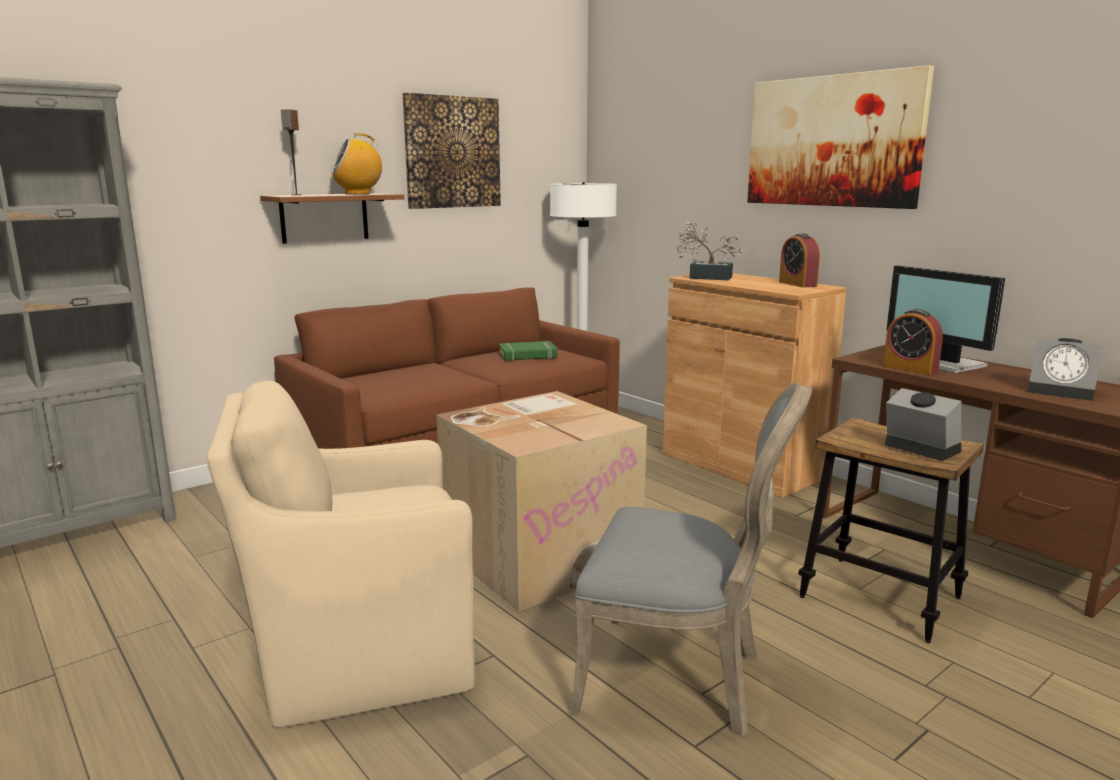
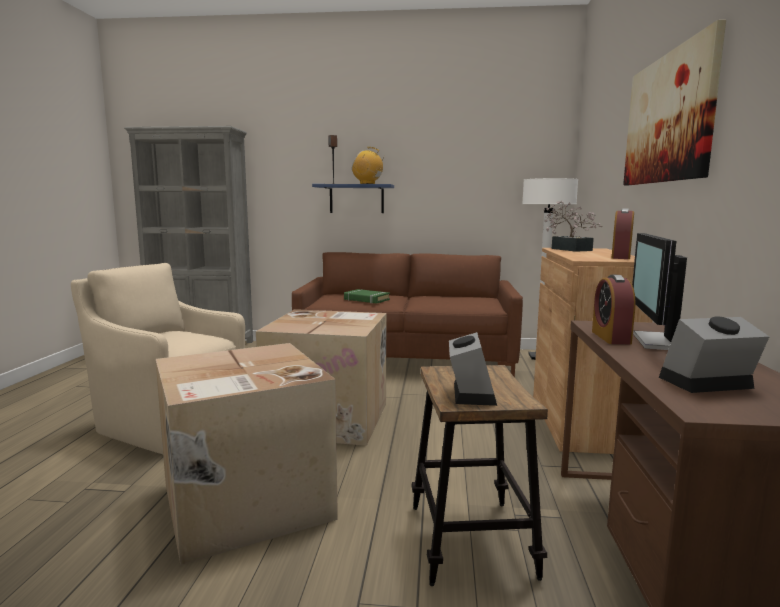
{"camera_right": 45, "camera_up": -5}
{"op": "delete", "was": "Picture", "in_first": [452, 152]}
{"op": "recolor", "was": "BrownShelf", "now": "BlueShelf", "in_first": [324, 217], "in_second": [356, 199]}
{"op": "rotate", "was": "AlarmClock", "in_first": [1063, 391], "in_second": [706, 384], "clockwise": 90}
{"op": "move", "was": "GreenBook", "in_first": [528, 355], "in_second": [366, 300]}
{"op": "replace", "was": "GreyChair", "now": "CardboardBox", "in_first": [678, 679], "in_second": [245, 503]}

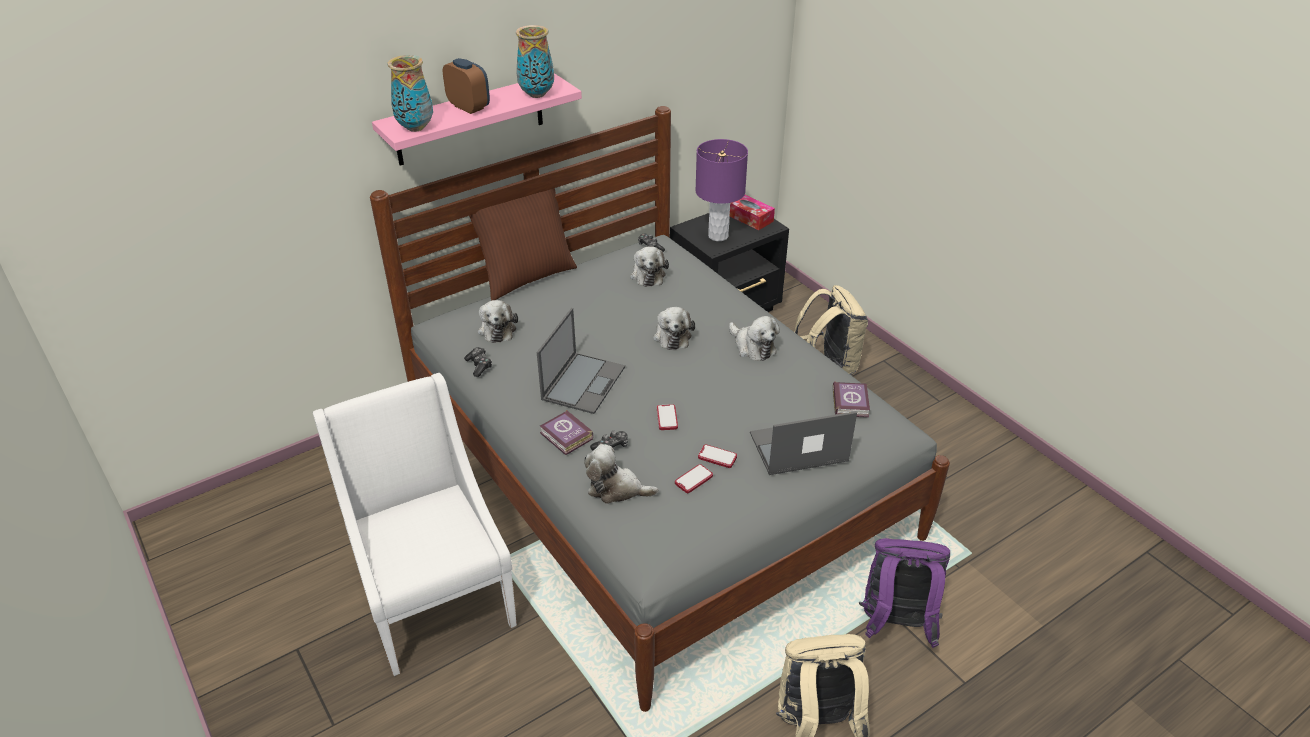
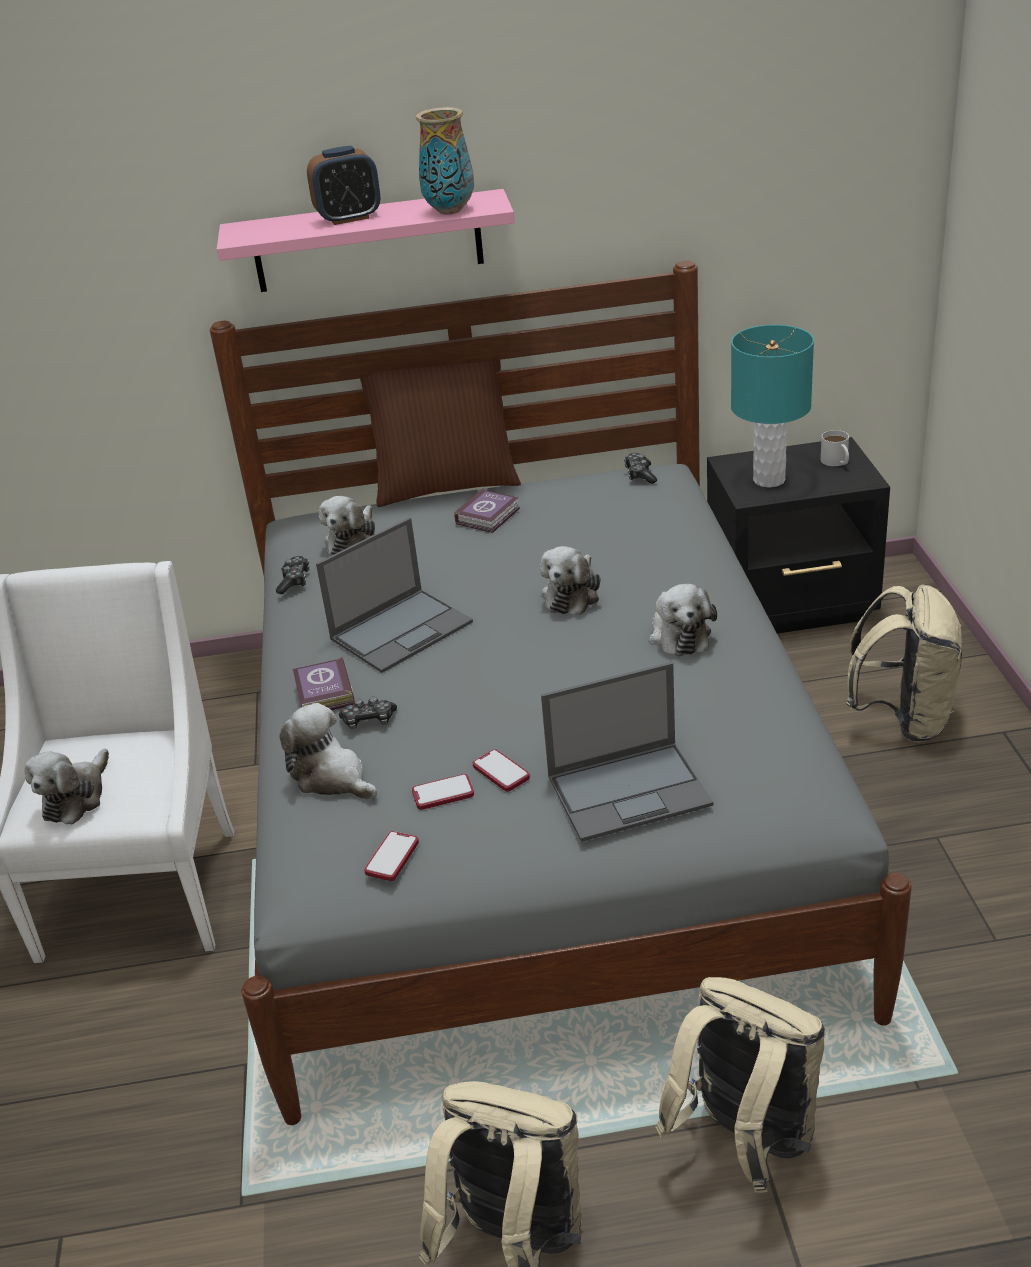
{"camera_right": 30, "camera_up": -5}
{"op": "delete", "was": "Vase", "in_first": [415, 128]}
{"op": "rotate", "was": "AlarmClock", "in_first": [469, 107], "in_second": [349, 218], "clockwise": 90}
{"op": "recolor", "was": "PurpleTableLamp", "now": "TurquoiseTableLamp", "in_first": [718, 236], "in_second": [769, 480]}
{"op": "replace", "was": "TissueBox", "now": "WhiteMug", "in_first": [749, 217], "in_second": [837, 462]}
{"op": "move", "was": "PlushToy", "in_first": [647, 274], "in_second": [76, 797]}
{"op": "move", "was": "Book", "in_first": [851, 402], "in_second": [489, 515]}
{"op": "move", "was": "Phone", "in_first": [667, 418], "in_second": [392, 857]}
{"op": "rotate", "was": "Laptop", "in_first": [797, 448], "in_second": [630, 790], "clockwise": 150}
{"op": "recolor", "was": "PurpleBackpack", "now": "BeigeBackpack", "in_first": [895, 625], "in_second": [745, 1141]}

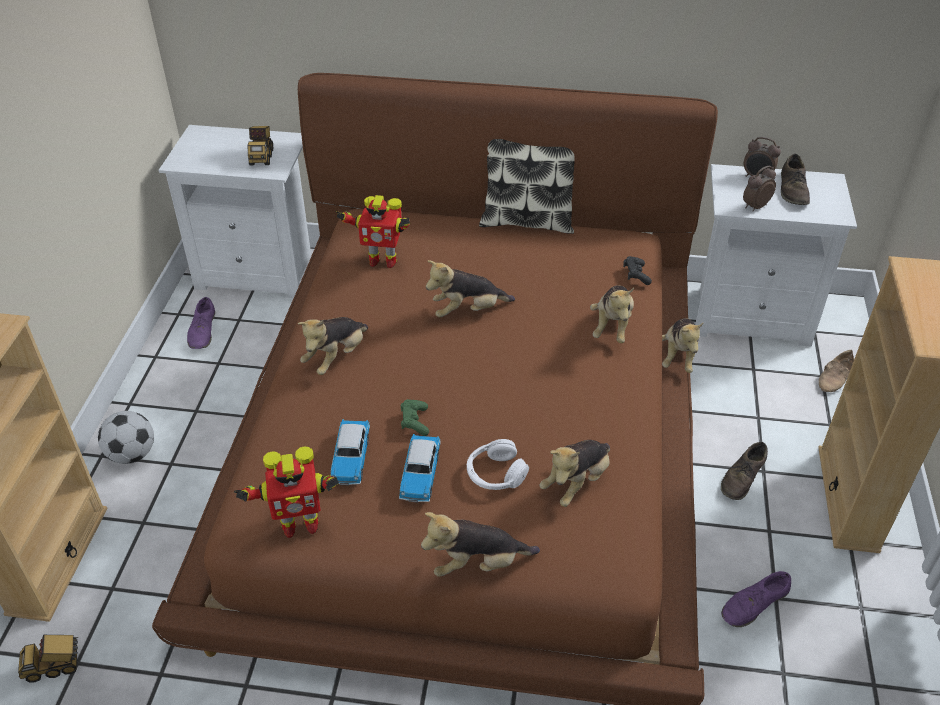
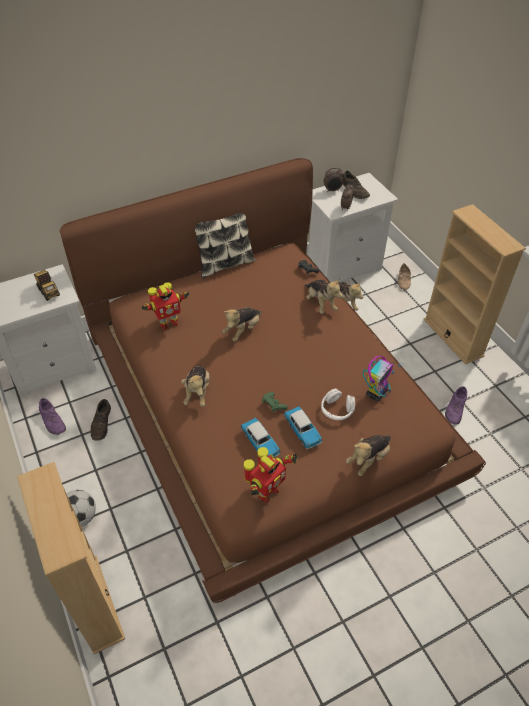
{"camera_right": -35, "camera_up": 5}
{"op": "replace", "was": "PlushToy", "now": "ToyRobot", "in_first": [576, 482], "in_second": [376, 393]}
{"op": "move", "was": "BrownShoe", "in_first": [742, 477], "in_second": [101, 424]}
{"op": "delete", "was": "ToyTruck", "in_first": [55, 666]}

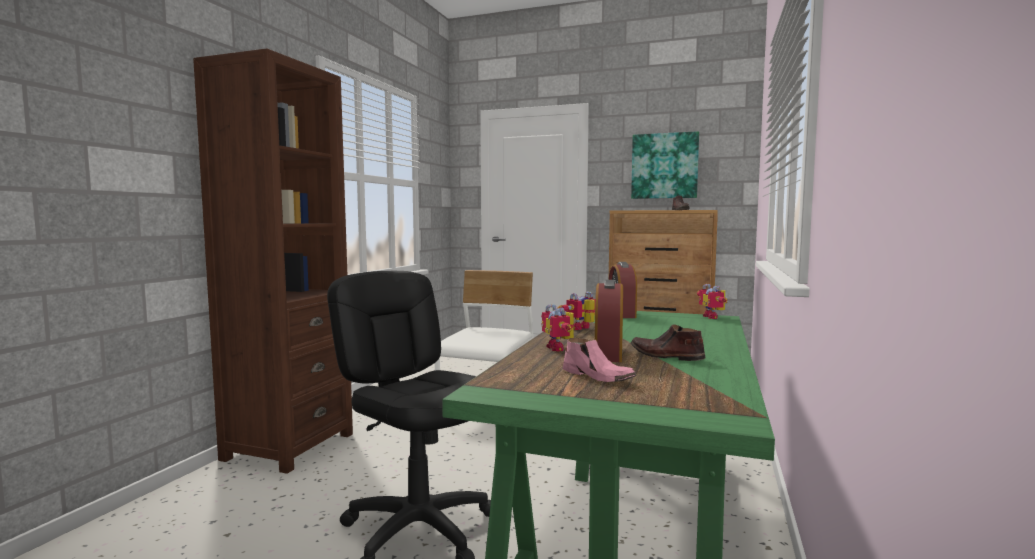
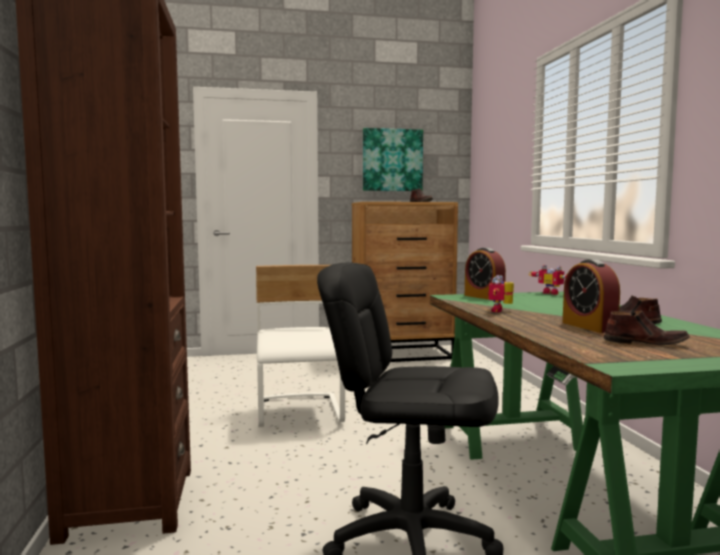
{"camera_right": -30, "camera_up": 0}
{"op": "delete", "was": "ToyRobot", "in_first": [559, 348]}
{"op": "recolor", "was": "PinkShoe", "now": "BrownShoe", "in_first": [598, 377], "in_second": [645, 343]}

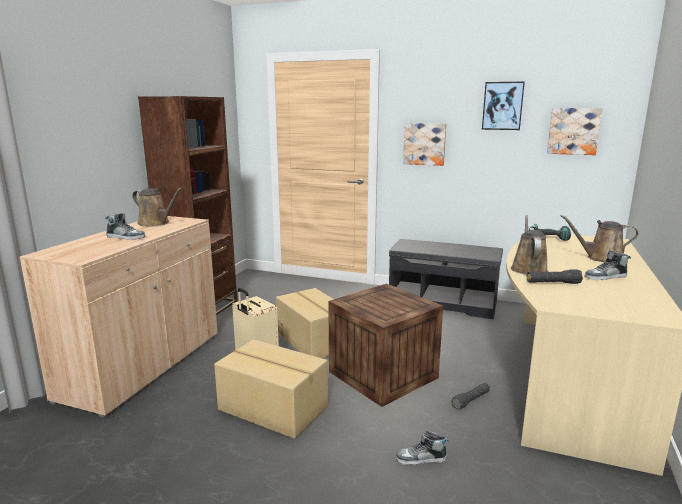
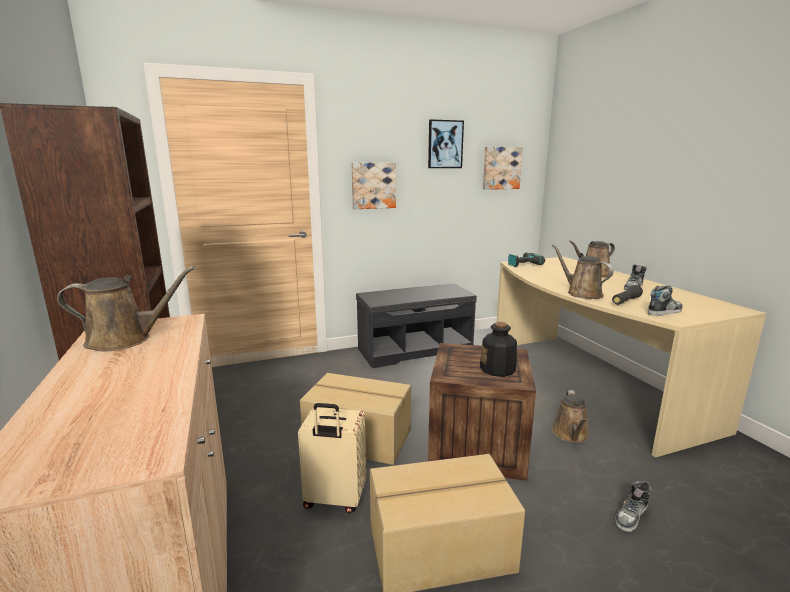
{"camera_right": -40, "camera_up": 0}
{"op": "move", "was": "Shoe", "in_first": [126, 237], "in_second": [664, 312]}
{"op": "replace", "was": "BlackFlashlight", "now": "BrownWateringCan", "in_first": [471, 400], "in_second": [571, 435]}
{"op": "insert", "now": "Bottle", "in_second": [498, 369]}

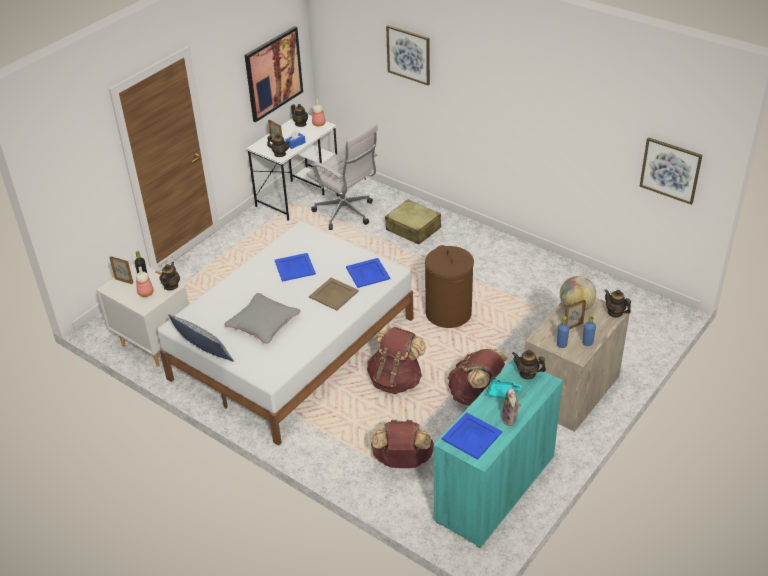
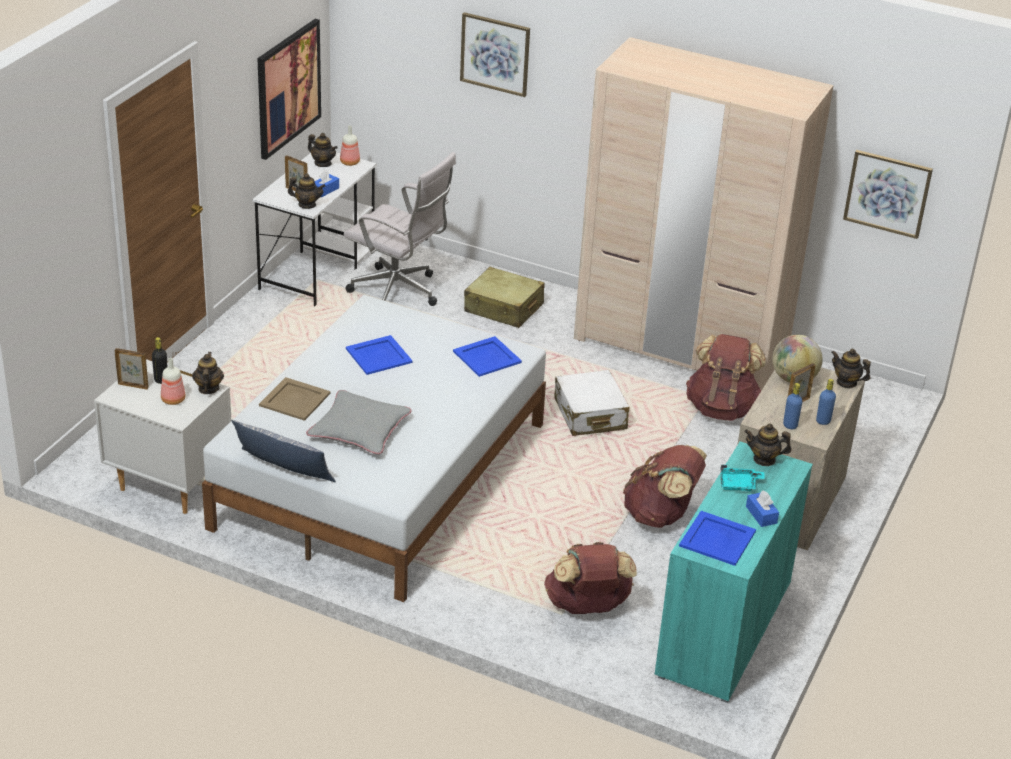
{"camera_right": -15, "camera_up": -5}
{"op": "replace", "was": "BrownLaundryBasket", "now": "WhiteSuitcase", "in_first": [448, 313], "in_second": [590, 414]}
{"op": "move", "was": "BeigeTray", "in_first": [334, 294], "in_second": [295, 400]}
{"op": "move", "was": "BrownBackpack", "in_first": [396, 380], "in_second": [722, 408]}
{"op": "replace", "was": "PlushToy", "now": "BlueTissueBox", "in_first": [510, 419], "in_second": [761, 515]}
{"op": "insert", "now": "BeigeWardrobe", "in_second": [680, 346]}

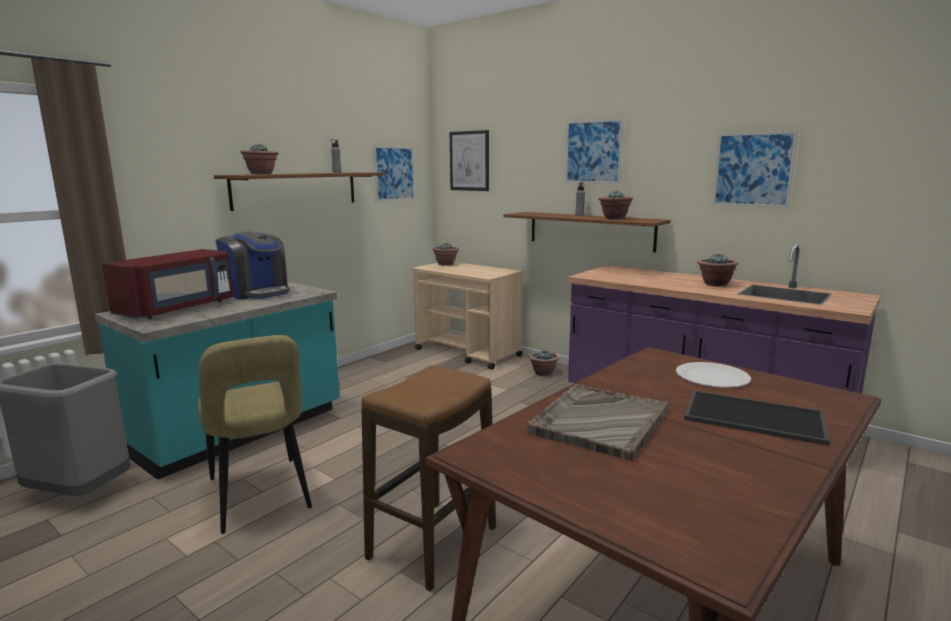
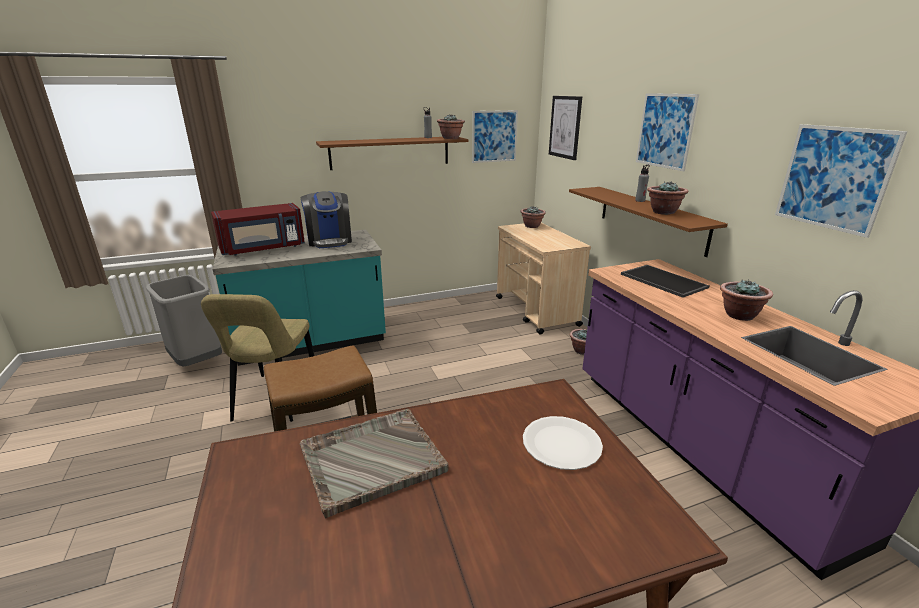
{"camera_right": 30, "camera_up": 10}
{"op": "move", "was": "PottedPlant", "in_first": [261, 174], "in_second": [451, 138]}
{"op": "move", "was": "Tray", "in_first": [752, 417], "in_second": [661, 281]}

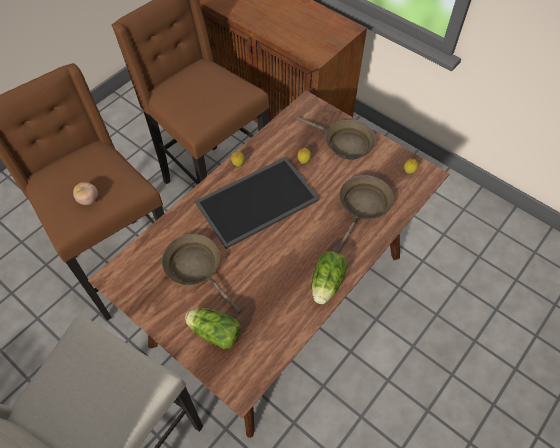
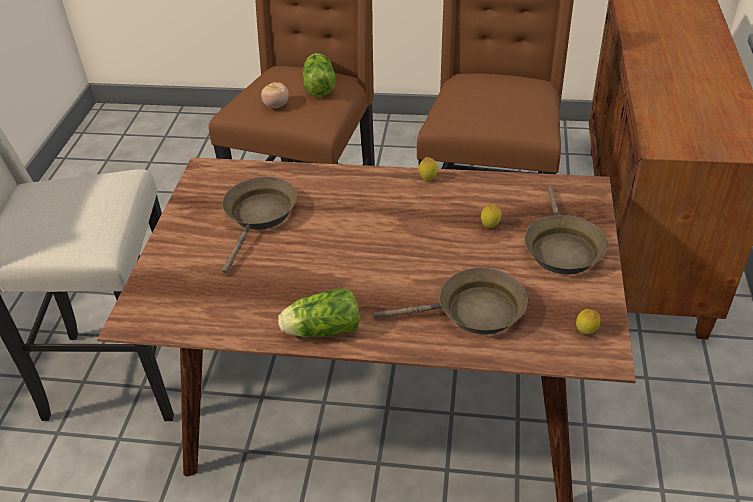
{"camera_right": 60, "camera_up": -15}
{"op": "delete", "was": "Tray", "in_first": [257, 200]}
{"op": "move", "was": "Lettuce", "in_first": [213, 331], "in_second": [319, 86]}

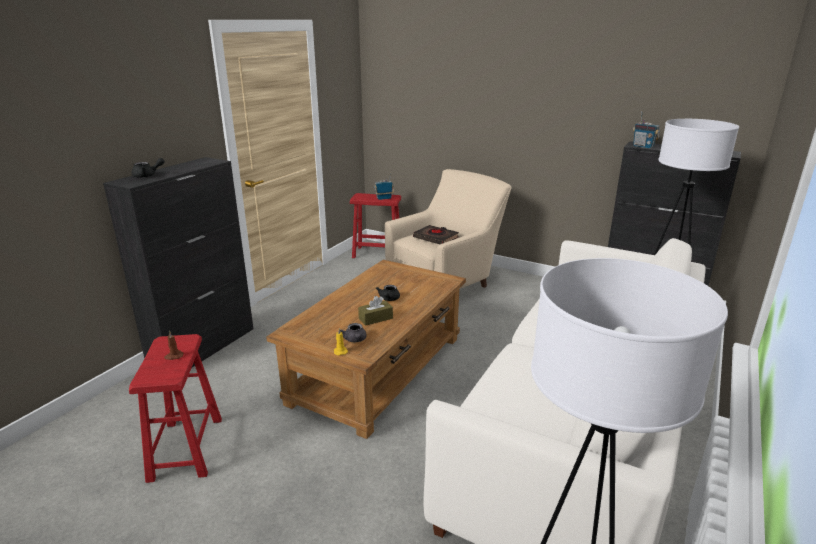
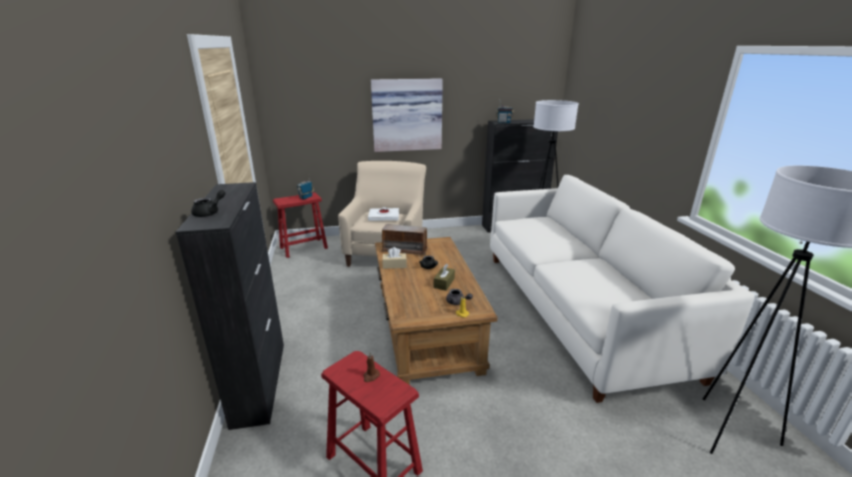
{"camera_right": -40, "camera_up": 0}
{"op": "recolor", "was": "BlackBook", "now": "WhiteBook", "in_first": [436, 238], "in_second": [384, 217]}
{"op": "insert", "now": "Picture", "in_second": [407, 115]}
{"op": "insert", "now": "Radio", "in_second": [405, 250]}
{"op": "insert", "now": "BeigeTissueBox", "in_second": [394, 265]}

